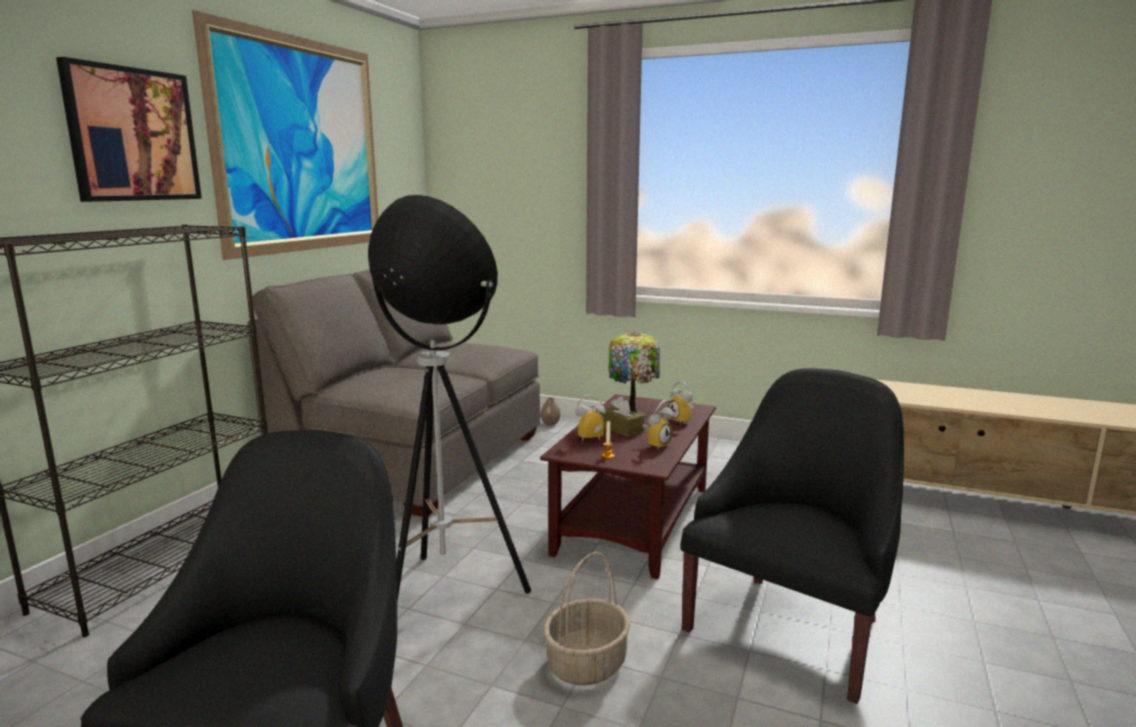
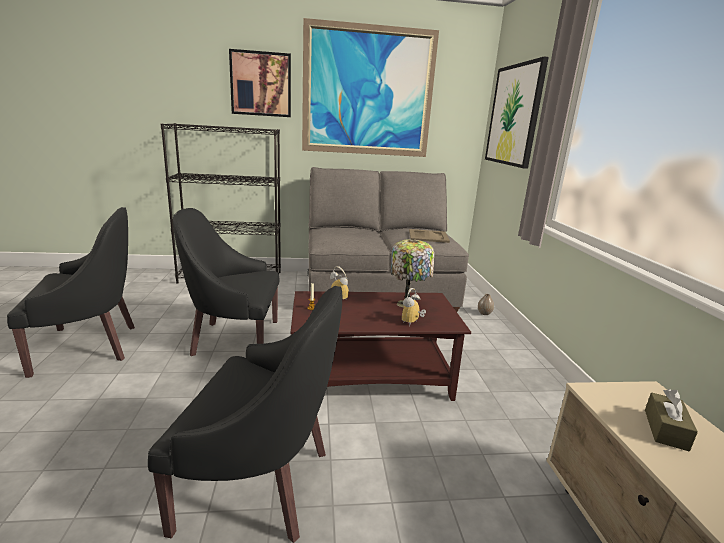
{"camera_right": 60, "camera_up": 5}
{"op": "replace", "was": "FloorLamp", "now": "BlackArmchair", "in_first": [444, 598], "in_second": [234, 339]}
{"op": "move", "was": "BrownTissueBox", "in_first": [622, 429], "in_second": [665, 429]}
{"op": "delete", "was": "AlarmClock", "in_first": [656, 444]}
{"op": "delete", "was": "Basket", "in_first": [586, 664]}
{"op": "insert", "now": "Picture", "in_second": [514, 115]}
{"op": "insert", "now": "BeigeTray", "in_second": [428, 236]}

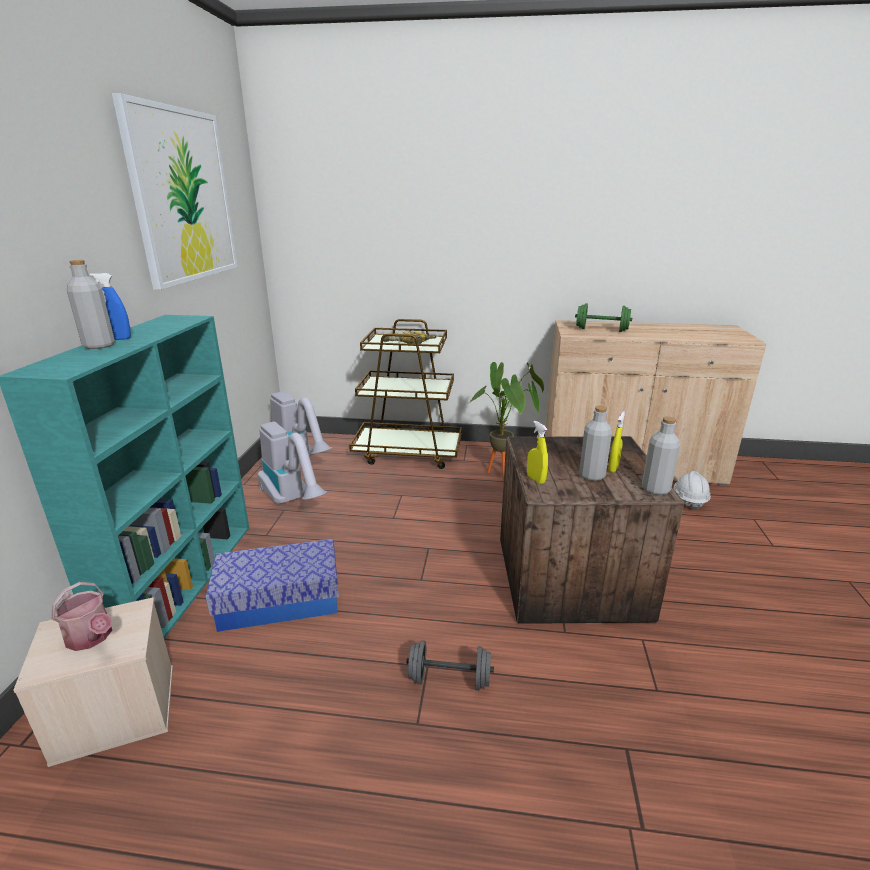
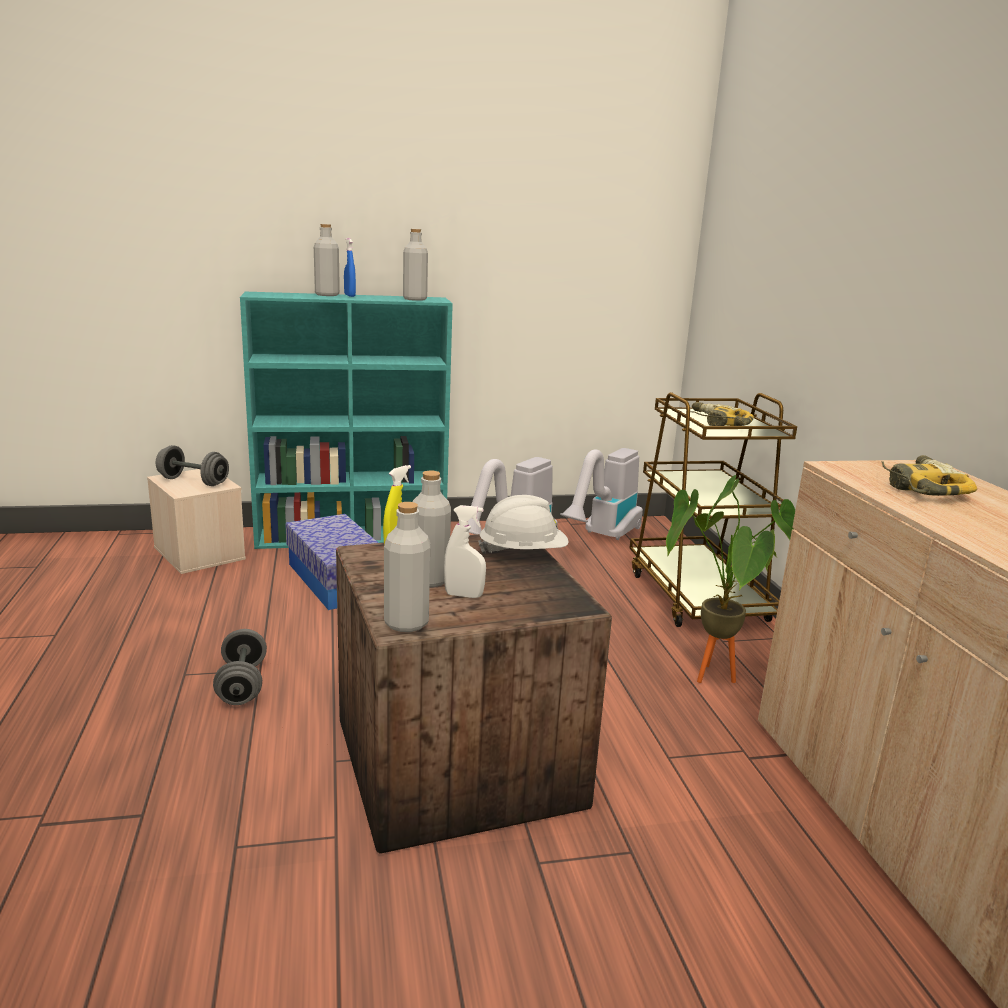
{"camera_right": 70, "camera_up": -5}
{"op": "delete", "was": "Picture", "in_first": [182, 196]}
{"op": "replace", "was": "GreenDumbbell", "now": "PowerDrill", "in_first": [601, 330], "in_second": [917, 487]}
{"op": "recolor", "was": "YellowSprayBottle", "now": "WhiteSprayBottle", "in_first": [613, 468], "in_second": [464, 595]}
{"op": "move", "was": "WhiteHardHat", "in_first": [689, 500], "in_second": [523, 553]}
{"op": "replace", "was": "WateringCan", "now": "GreyDumbbell", "in_first": [92, 638], "in_second": [193, 481]}
{"op": "insert", "now": "GreyBottle", "in_second": [415, 299]}

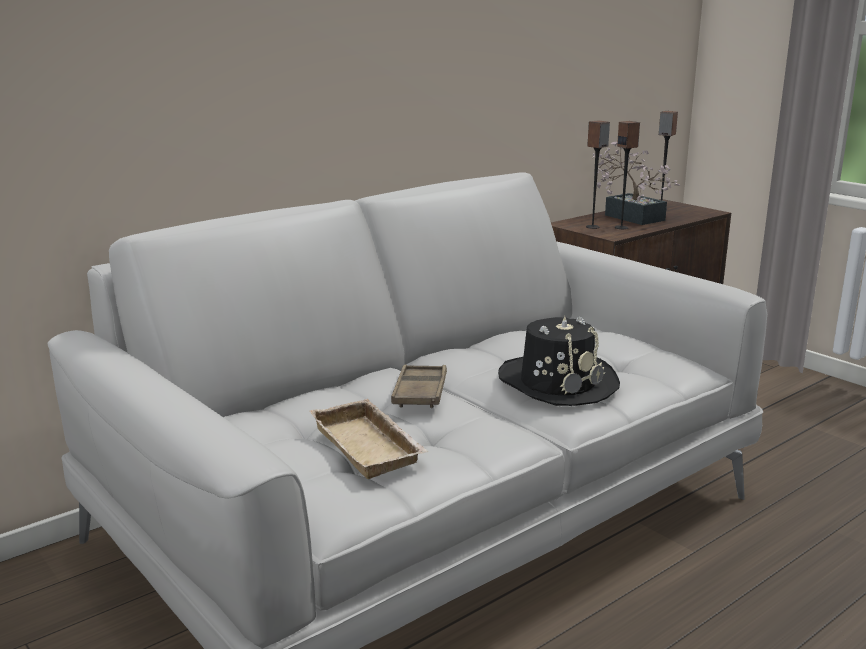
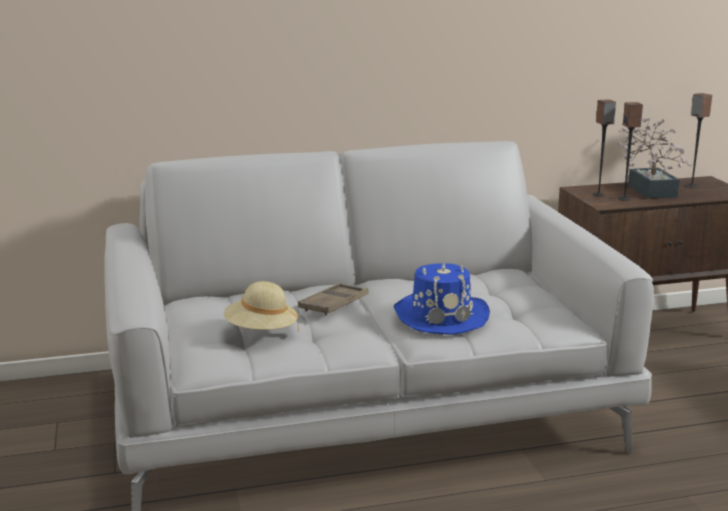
{"camera_right": 25, "camera_up": 0}
{"op": "recolor", "was": "BlackHat", "now": "BlueHat", "in_first": [557, 382], "in_second": [441, 316]}
{"op": "replace", "was": "BeigeTray", "now": "BeigeHat", "in_first": [371, 446], "in_second": [261, 332]}

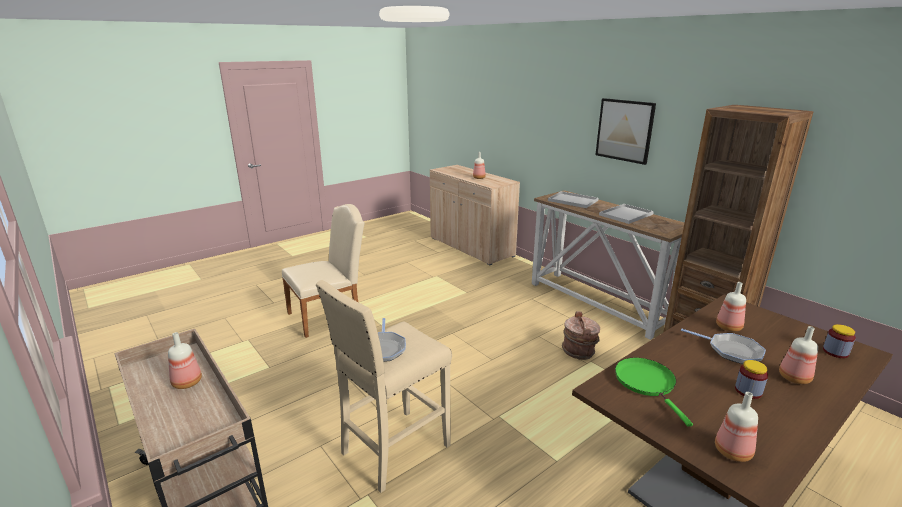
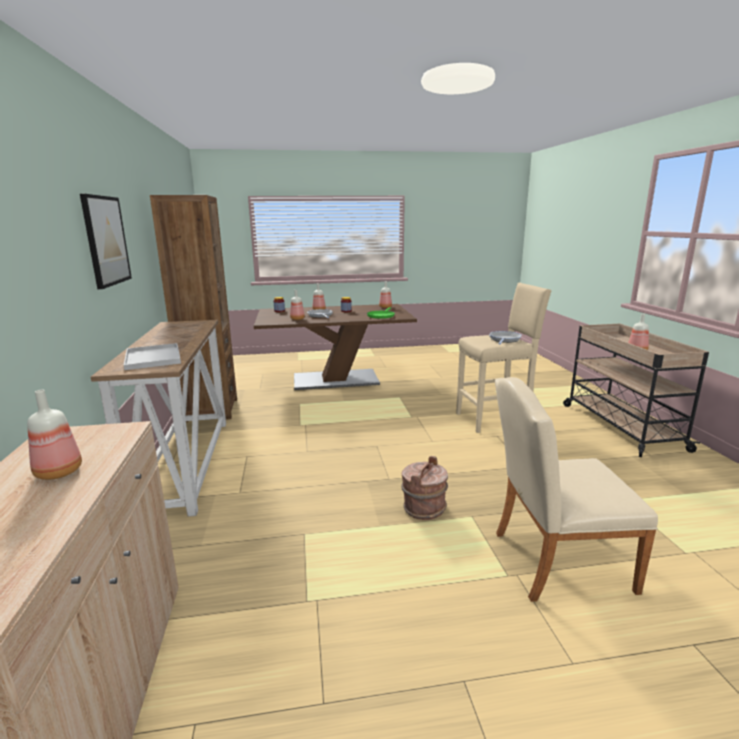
{"camera_right": -150, "camera_up": -5}
{"op": "delete", "was": "WhiteTray", "in_first": [625, 215]}
{"op": "move", "was": "BrownBucket", "in_first": [579, 351], "in_second": [423, 508]}

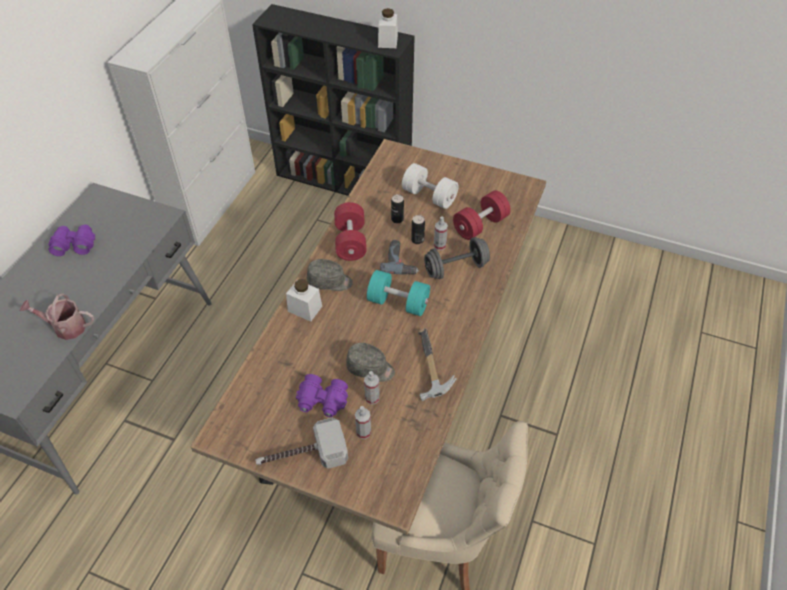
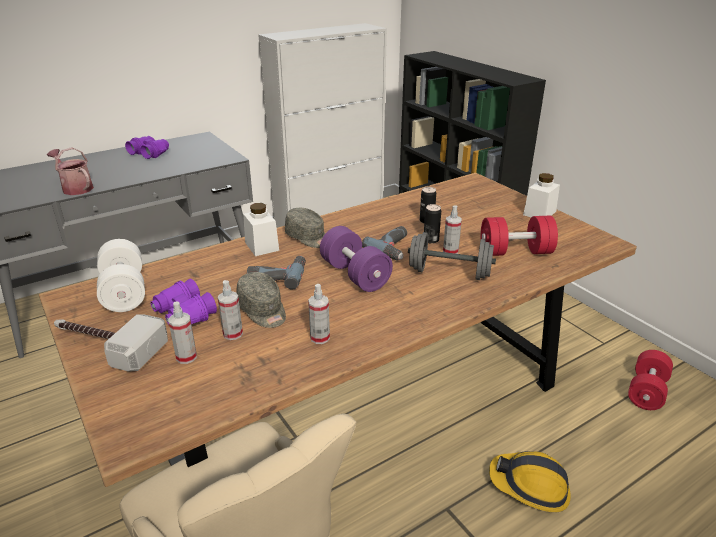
{"camera_right": 35, "camera_up": -20}
{"op": "move", "was": "WhiteJar", "in_first": [388, 41], "in_second": [539, 213]}
{"op": "move", "was": "WhiteDumbbell", "in_first": [429, 196], "in_second": [124, 292]}
{"op": "move", "was": "RedDumbbell", "in_first": [350, 241], "in_second": [646, 391]}
{"op": "recolor", "was": "TurquoiseDumbbell", "now": "PurpleDumbbell", "in_first": [398, 302], "in_second": [355, 275]}
{"op": "replace", "was": "Hammer", "now": "SprayBottle", "in_first": [427, 369], "in_second": [320, 338]}
{"op": "insert", "now": "PowerDrill", "in_second": [277, 275]}
{"op": "insert", "now": "HardHat", "in_second": [530, 486]}

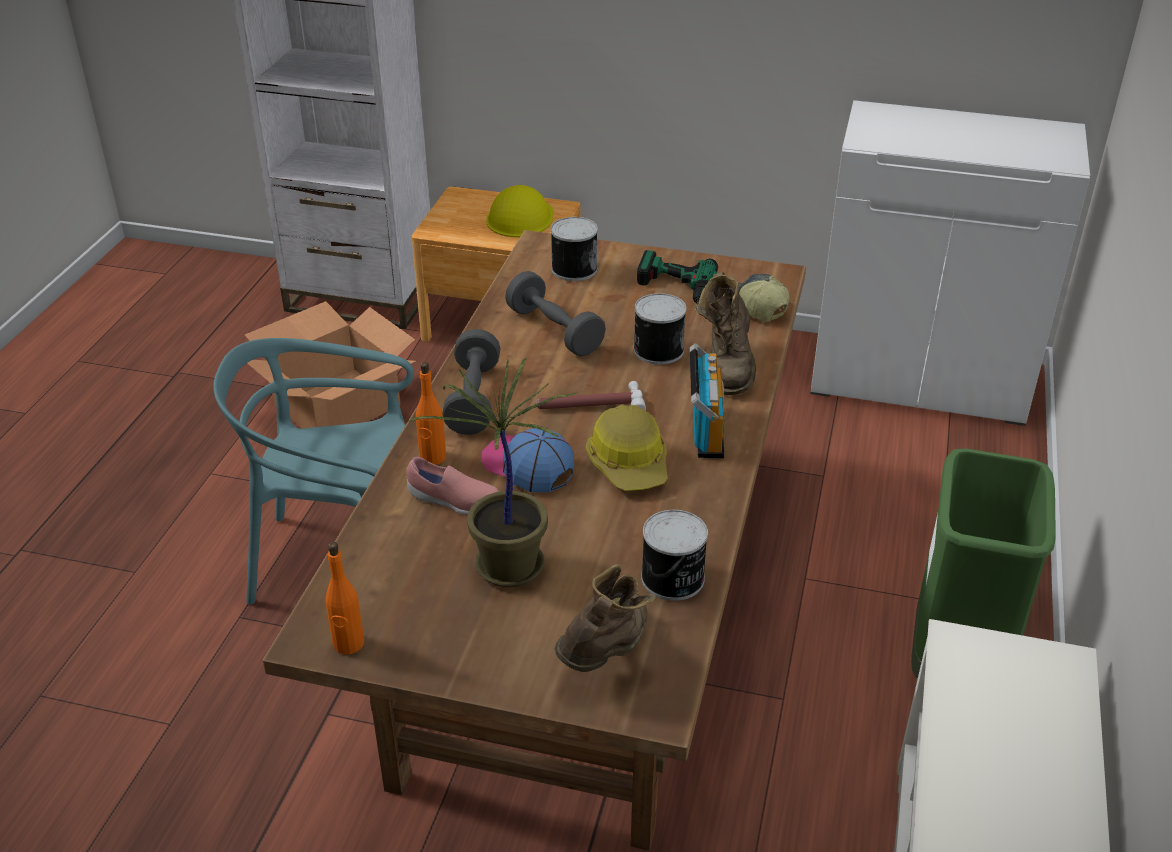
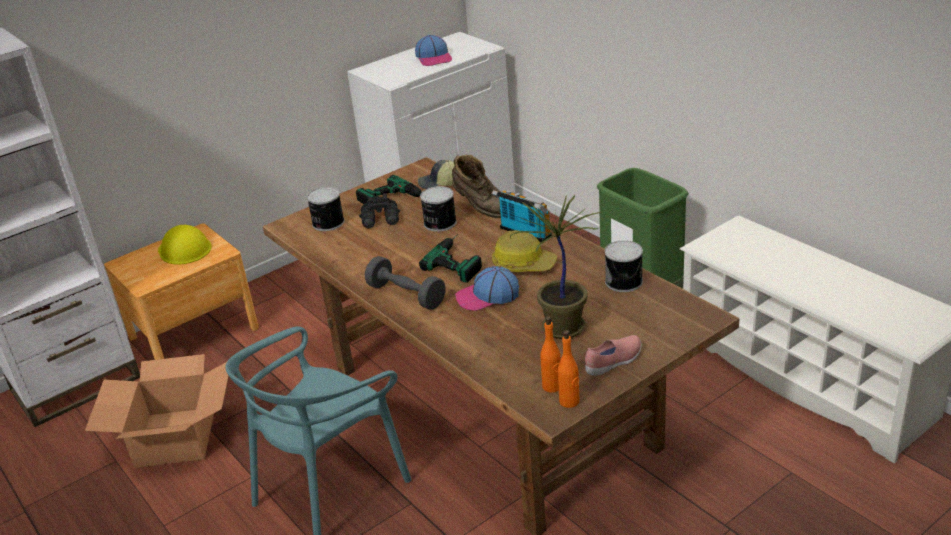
{"camera_right": -50, "camera_up": -5}
{"op": "delete", "was": "GreyDumbbell", "in_first": [554, 331]}
{"op": "move", "was": "OrangeBottle", "in_first": [432, 457], "in_second": [552, 386]}
{"op": "replace", "was": "Hammer", "now": "PowerDrill", "in_first": [589, 404], "in_second": [459, 260]}
{"op": "move", "was": "PinkShoe", "in_first": [453, 501], "in_second": [614, 362]}
{"op": "delete", "was": "BrownBoot", "in_first": [607, 654]}
{"op": "insert", "now": "Cap", "in_second": [434, 58]}
{"op": "insert", "now": "BlackBinoculars", "in_second": [381, 220]}

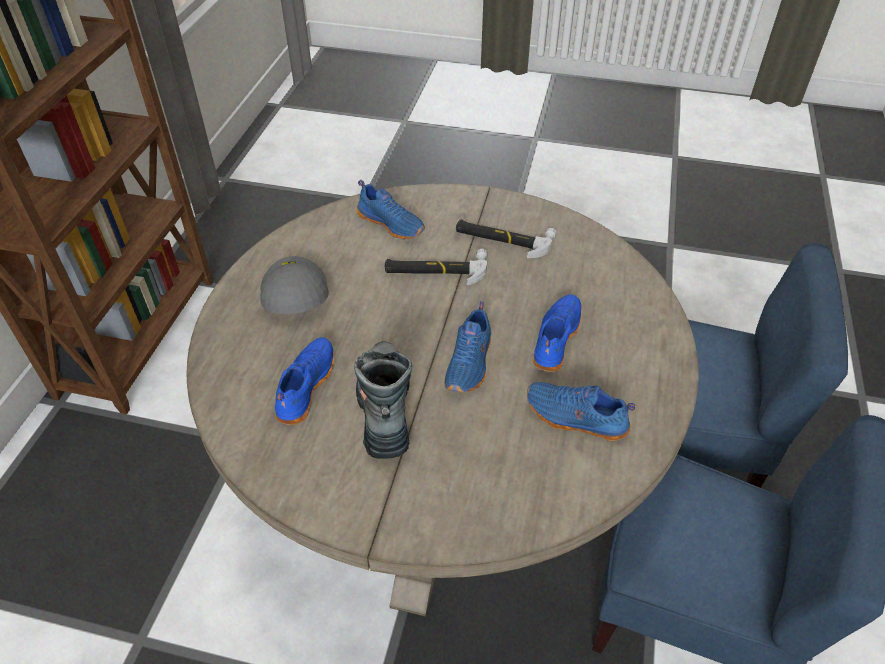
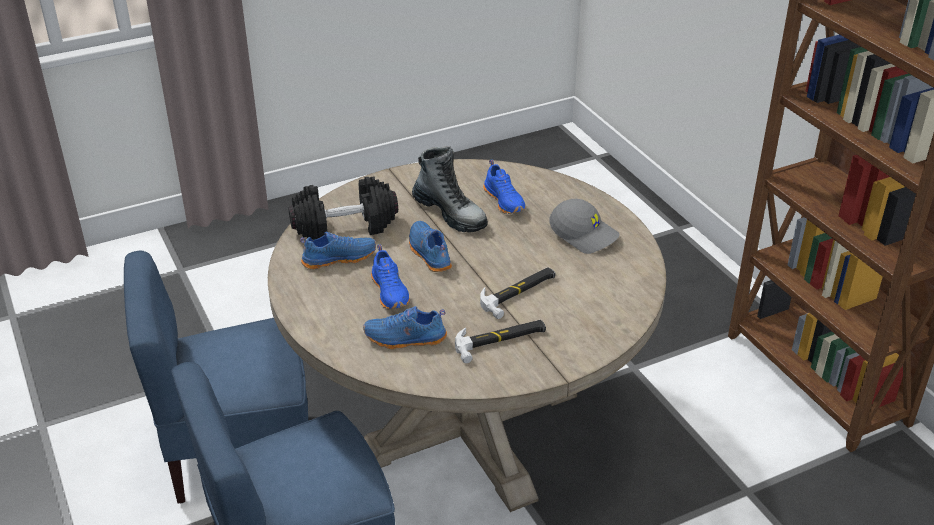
{"camera_right": 140, "camera_up": -10}
{"op": "move", "was": "BlueShoe", "in_first": [392, 223], "in_second": [405, 339]}
{"op": "insert", "now": "BlackDumbbell", "in_second": [345, 226]}

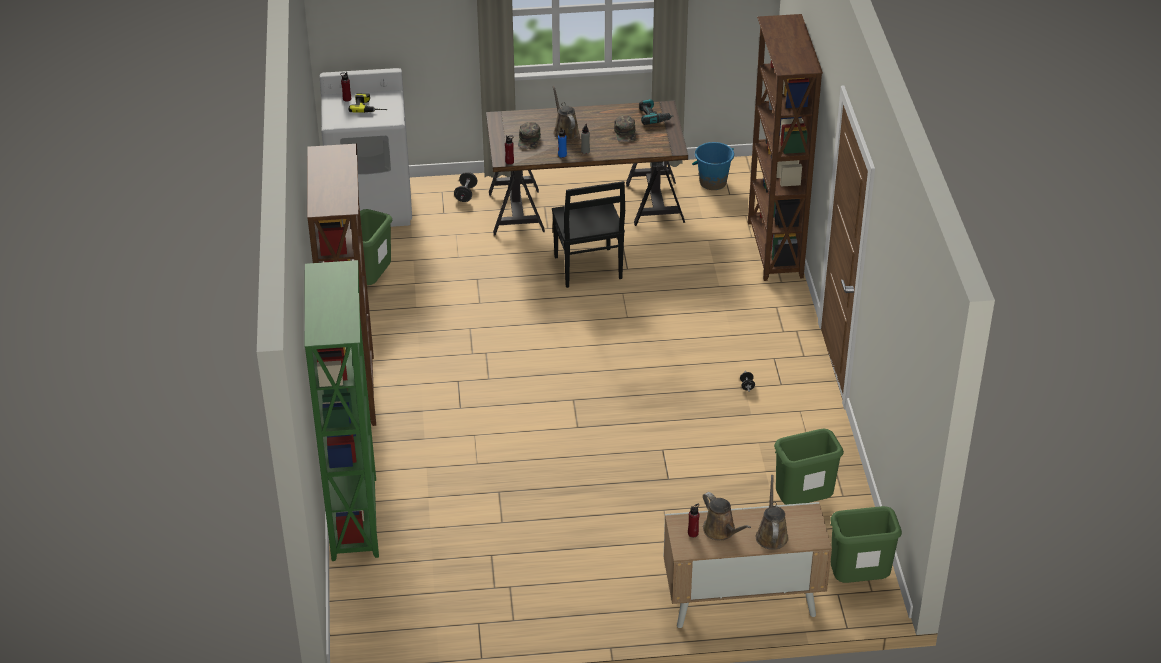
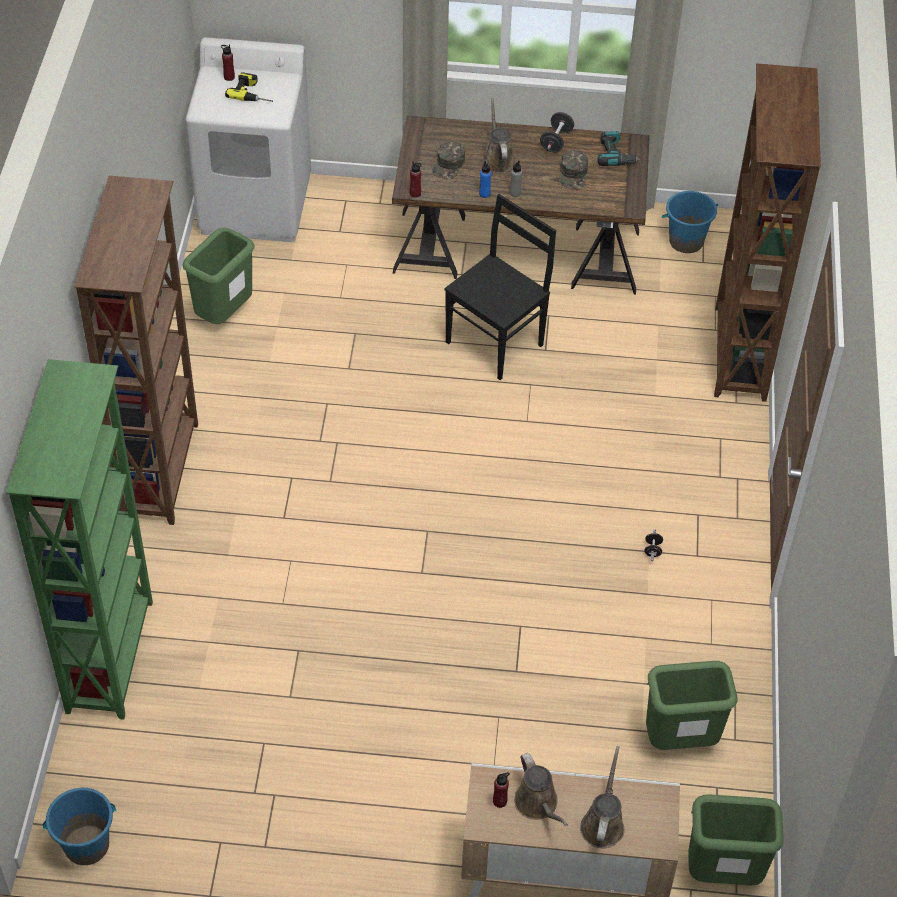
{"camera_right": 10, "camera_up": 10}
{"op": "move", "was": "BlackDumbbell", "in_first": [466, 194], "in_second": [556, 141]}
{"op": "rotate", "was": "BlackChair", "in_first": [588, 269], "in_second": [496, 342], "clockwise": -135}
{"op": "insert", "now": "BlueBucket", "in_second": [86, 845]}

